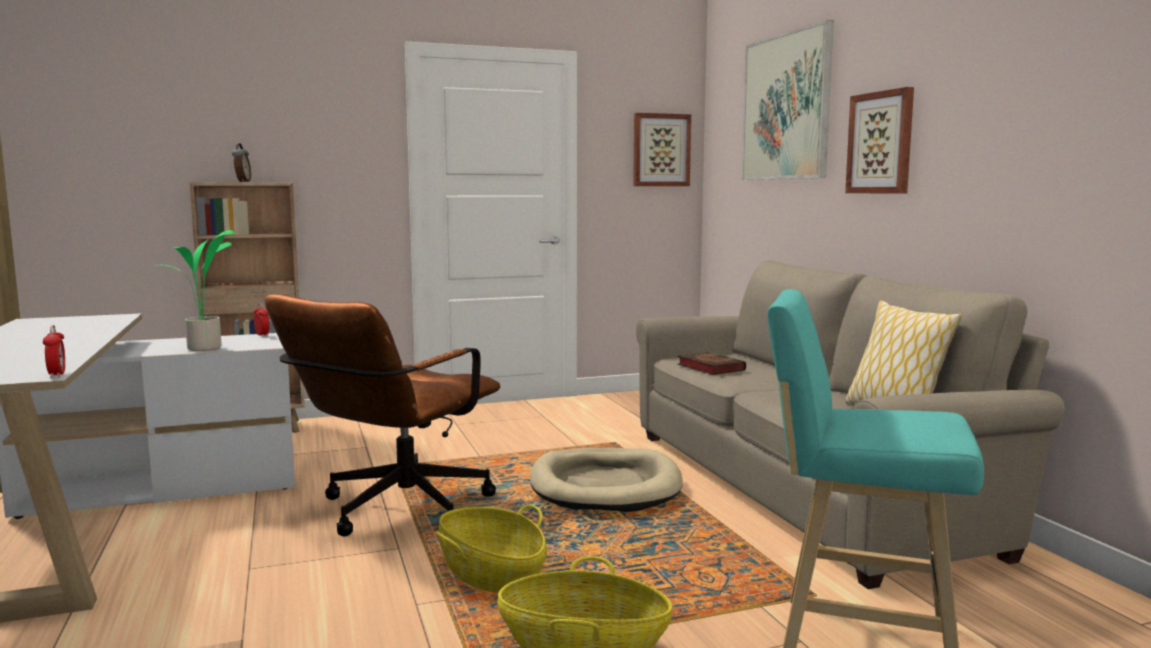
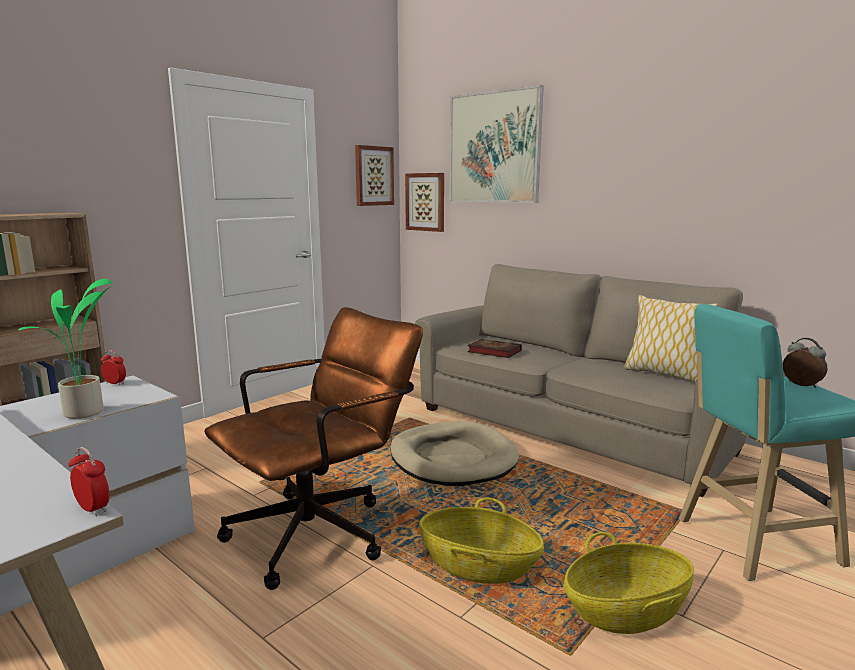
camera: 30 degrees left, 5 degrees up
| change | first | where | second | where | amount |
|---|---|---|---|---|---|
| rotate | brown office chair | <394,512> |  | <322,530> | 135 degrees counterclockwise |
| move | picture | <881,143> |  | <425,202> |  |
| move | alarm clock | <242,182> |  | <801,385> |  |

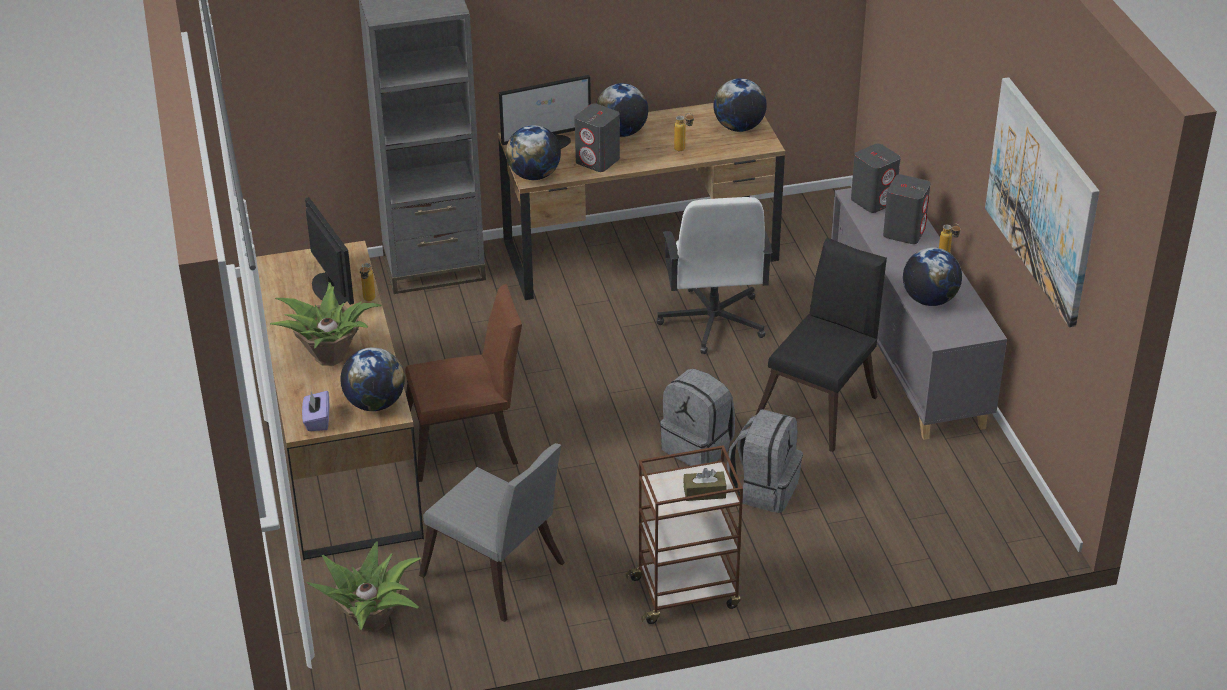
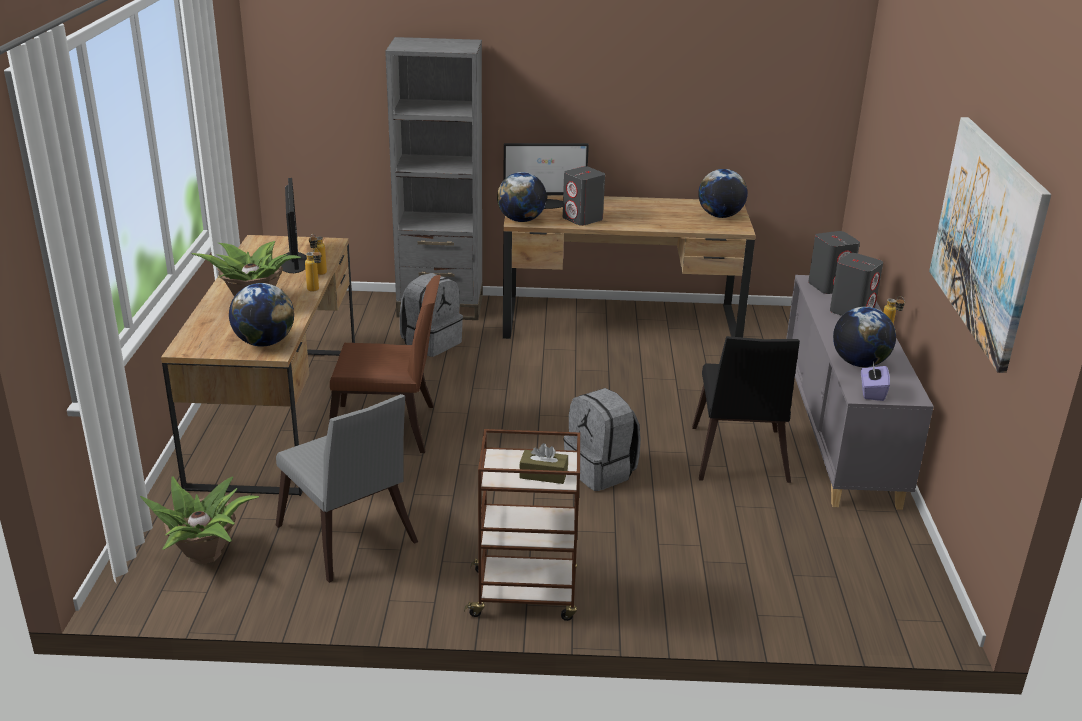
camera: 15 degrees right, 10 degrees down
| change | first | where | second | where | amount |
|---|---|---|---|---|---|
| move | bottle | <683,150> |  | <316,291> |  |
| move | grey backpack | <764,489> |  | <431,343> |  |
| rotate | black chair | <821,404> |  | <738,459> | 135 degrees clockwise |
| move | purple tissue box | <317,420> |  | <872,392> |  |
| delete | globe | <621,132> |  |  |  |
| delete | white office chair | <712,322> |  |  |  |

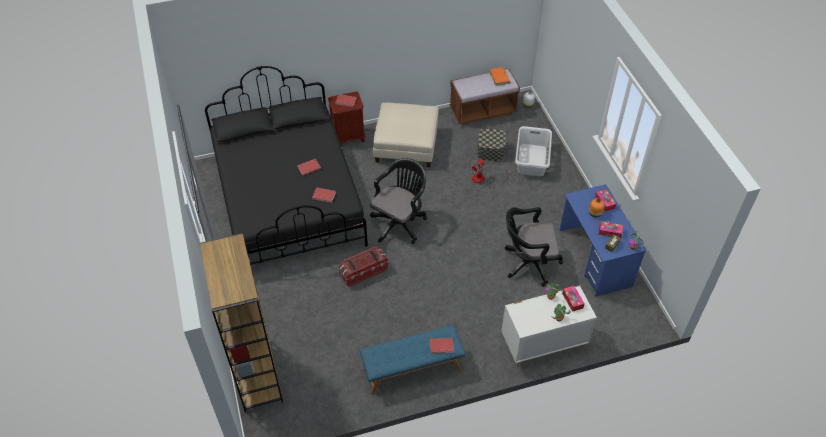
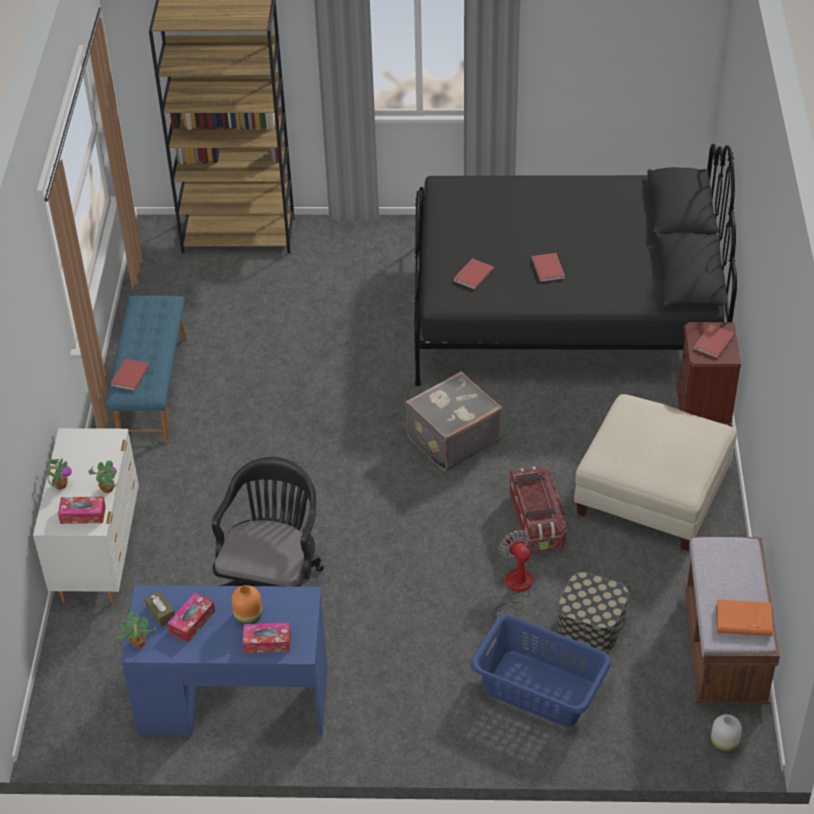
camera: 110 degrees right, 5 degrees down
| change | first | where | second | where | amount |
|---|---|---|---|---|---|
| replace | black office chair | <400,222> | grey suitcase | <451,439> |  |
| recolor | grey laundry basket | <532,160> | blue laundry basket | <539,689> |  |
| move | storage box | <363,272> |  | <536,522> |  |

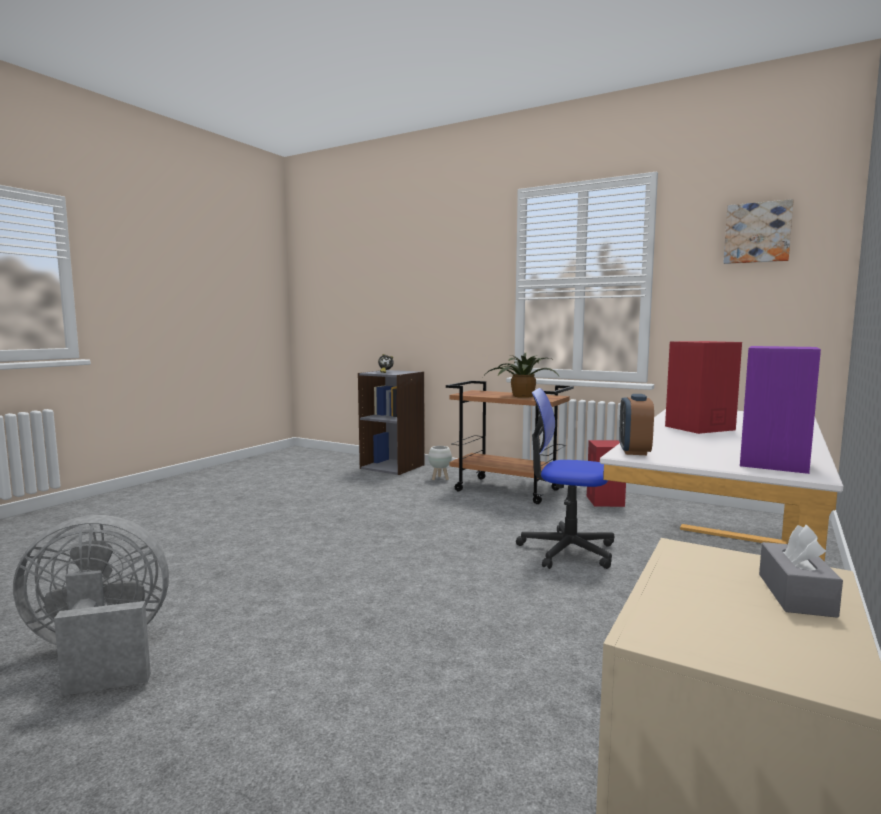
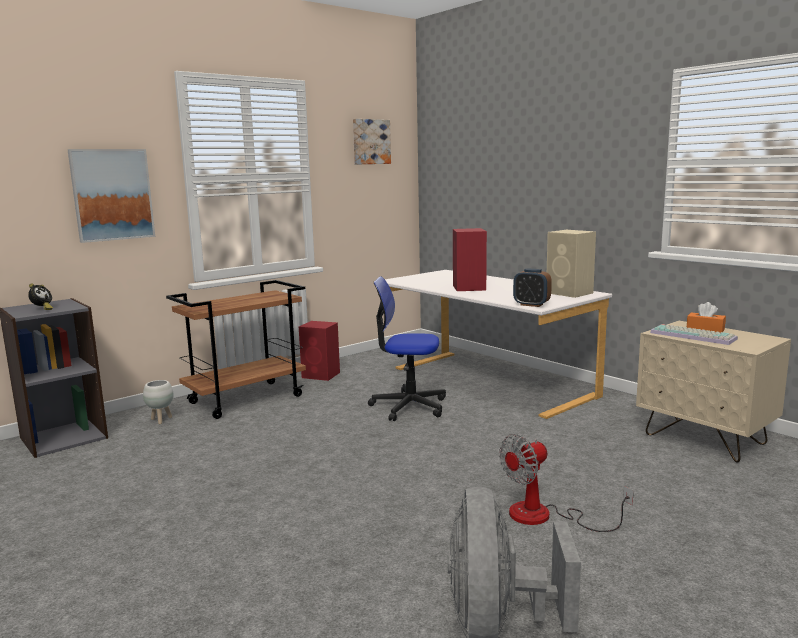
camera: 70 degrees left, 5 degrees up
| change | first | where | second | where | amount |
|---|---|---|---|---|---|
| insert |  |  | picture | <112,195> |  |
| rotate | office chair | <567,550> |  | <409,406> | 60 degrees clockwise |
| insert |  |  | fan | <545,516> |  |
| recolor | purple speaker | <773,463> | beige speaker | <570,293> |  |
| insert |  |  | keyboard | <694,336> |  |
| recolor | grey tissue box | <795,594> | orange tissue box | <705,329> |  |
| delete | potted plant | <521,396> |  |  |  |

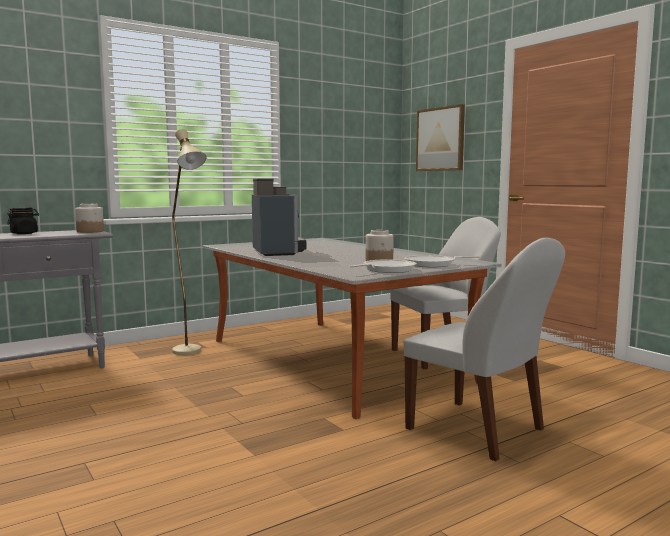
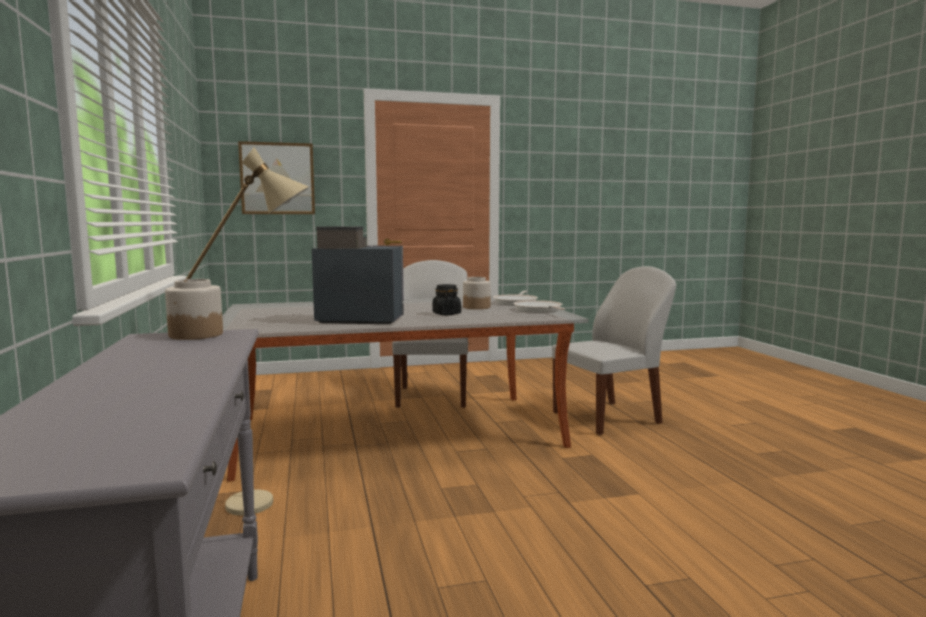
camera: 70 degrees left, 0 degrees up
| change | first | where | second | where | amount |
|---|---|---|---|---|---|
| move | black jar | <24,233> |  | <446,314> |  |

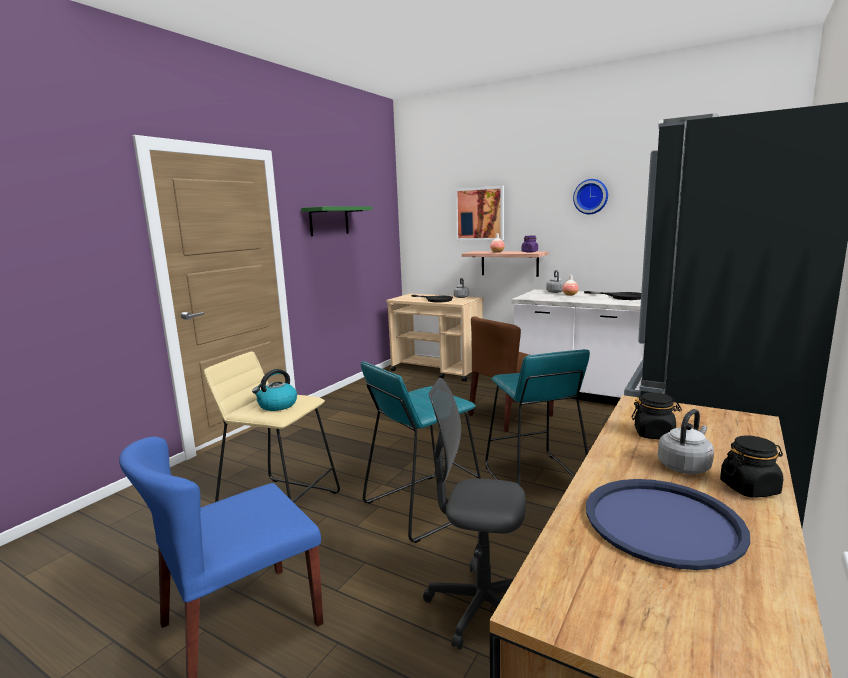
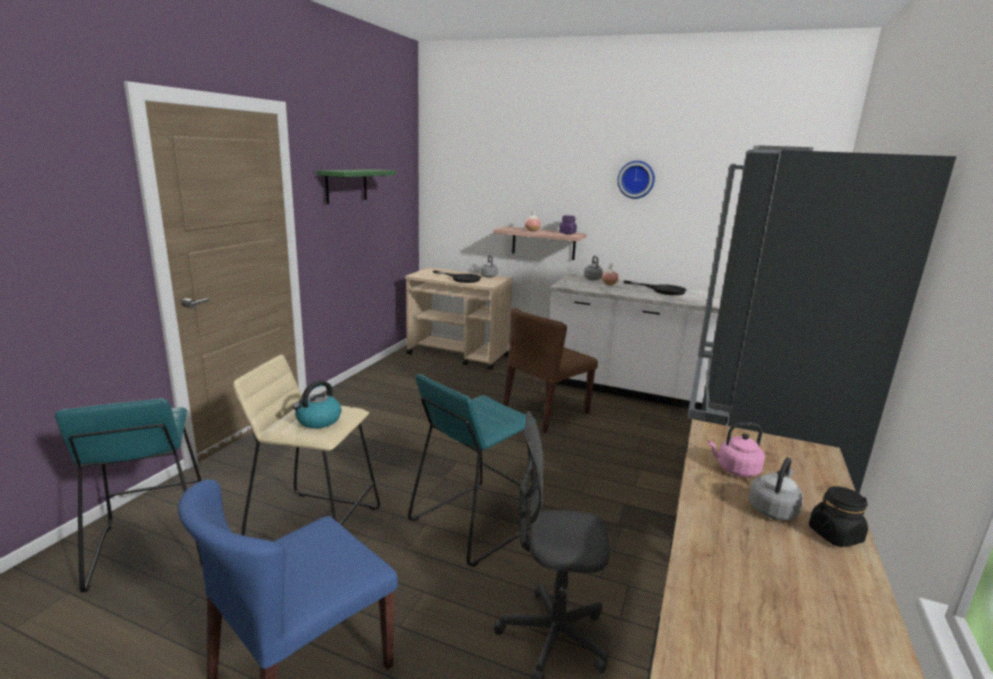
camera: 10 degrees left, 5 degrees up
| change | first | where | second | where | amount |
|---|---|---|---|---|---|
| move | turquoise stool | <534,478> |  | <152,546> |  |
| replace | black jar | <654,434> | pink kettle | <735,470> |  |
| delete | picture | <480,214> |  |  |  |
| delete | blue tray | <662,522> |  |  |  |

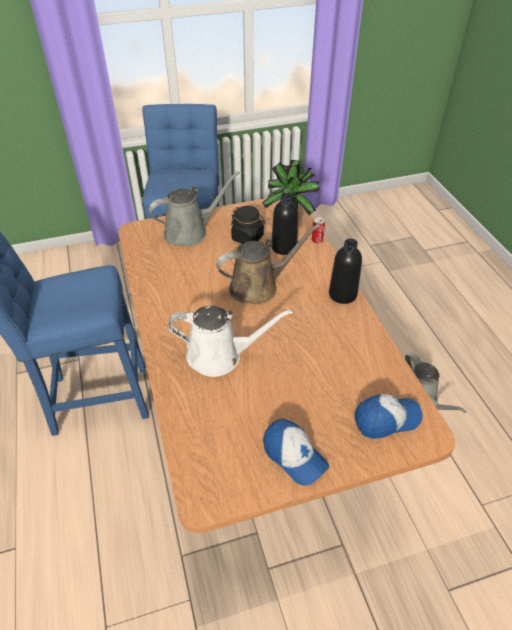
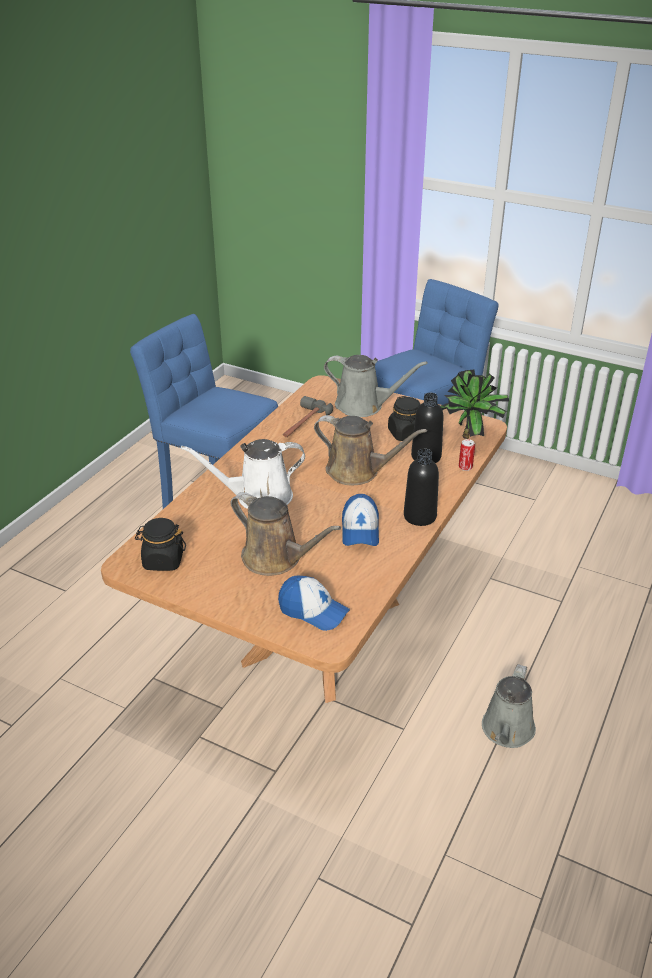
camera: 45 degrees right, 10 degrees down
| change | first | where | second | where | amount |
|---|---|---|---|---|---|
| insert |  |  | black jar | <163,561> |  |
| rotate | white watering can | <220,355> |  | <258,497> | 120 degrees clockwise |
| insert |  |  | brown watering can | <276,558> |  |
| insert |  |  | hammer | <302,423> |  |
| move | cap | <294,456> |  | <360,530> |  |

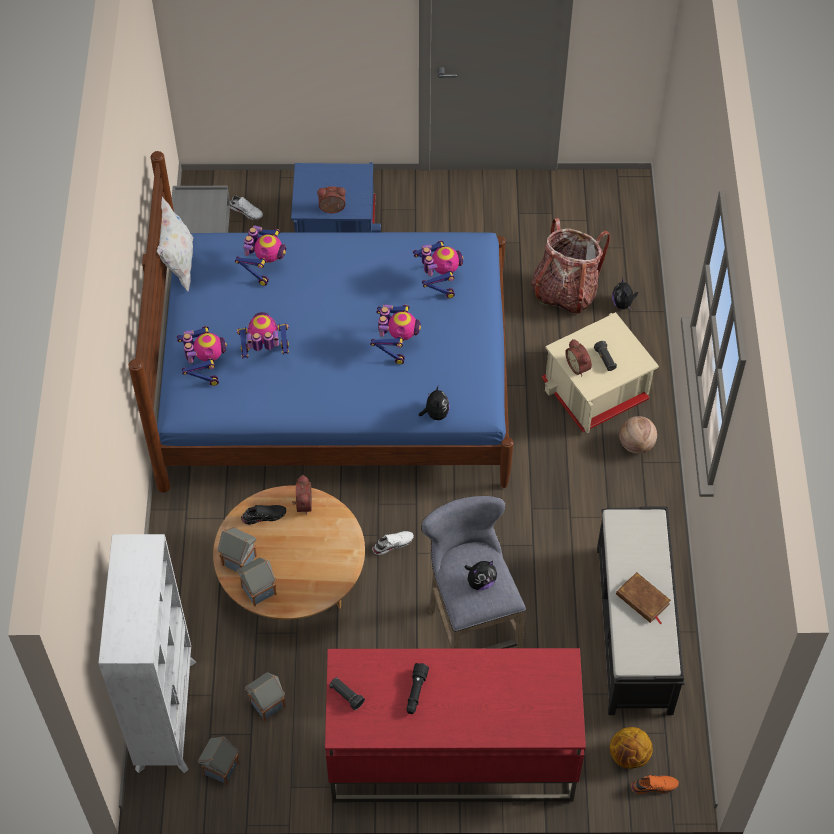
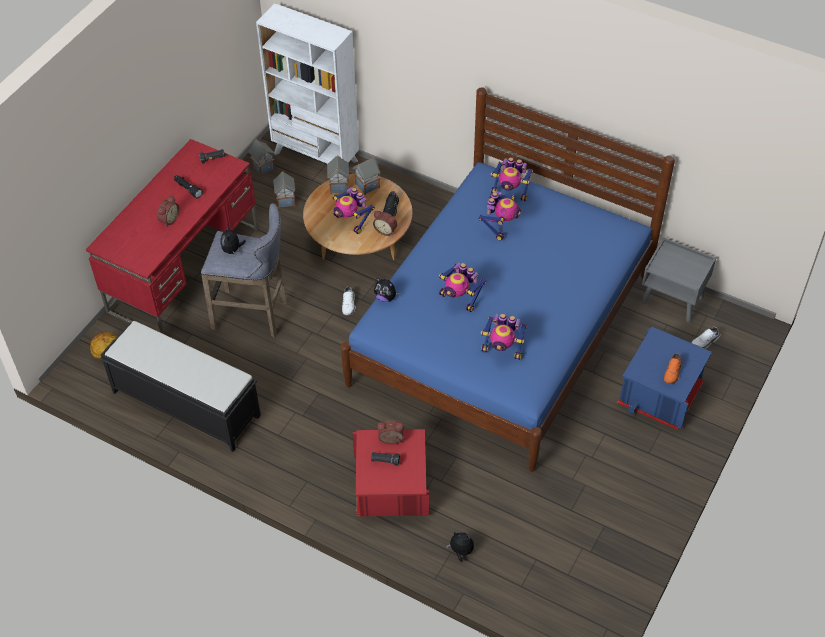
camera: 120 degrees right, 5 degrees down
| change | first | where | second | where | amount |
|---|---|---|---|---|---|
| move | alarm clock | <332,210> |  | <168,219> |  |
| move | toy robot | <264,267> |  | <351,221> |  |
| recolor | beige storage box | <597,389> | red storage box | <390,487> |  |
| move | orange shoe | <654,785> |  | <673,372> |  |
| delete | white pillow | <178,265> |  |  |  |
| delete | backpack | <565,291> |  |  |  |
| delete | brown book | <642,600> |  |  |  |
| delete | basketball | <636,445> |  |  |  |

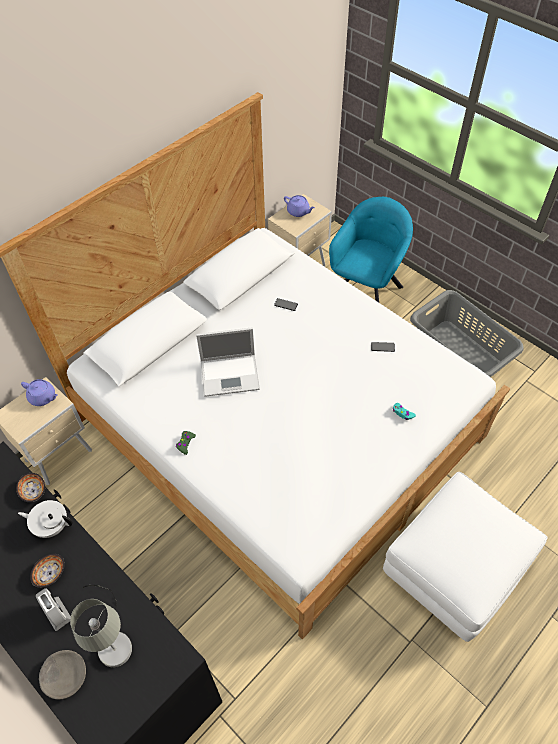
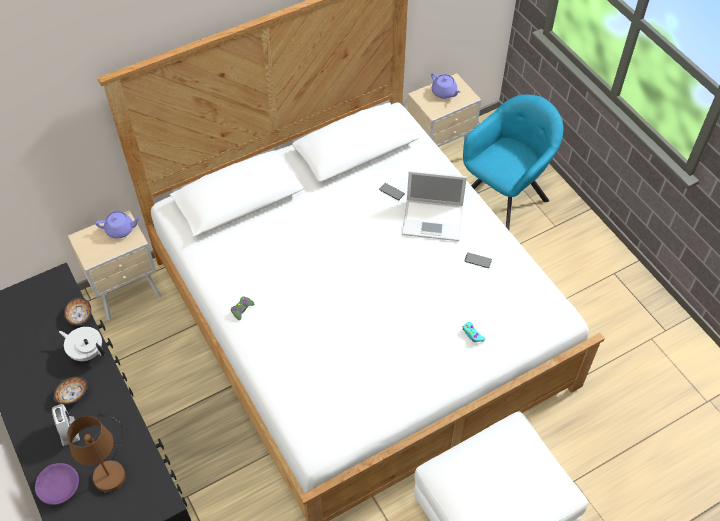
camera: 15 degrees right, 0 degrees up
| change | first | where | second | where | amount |
|---|---|---|---|---|---|
| recolor | grey bowl | <64,675> | purple bowl | <59,486> |  |
| recolor | grey table lamp | <113,639> | brown table lamp | <111,467> |  |
| rotate | purple teapot | <43,397> |  | <121,230> | 45 degrees counterclockwise |
| move | laptop | <231,374> |  | <434,220> |  |
| delete | grey laundry basket | <458,353> |  |  |  |

